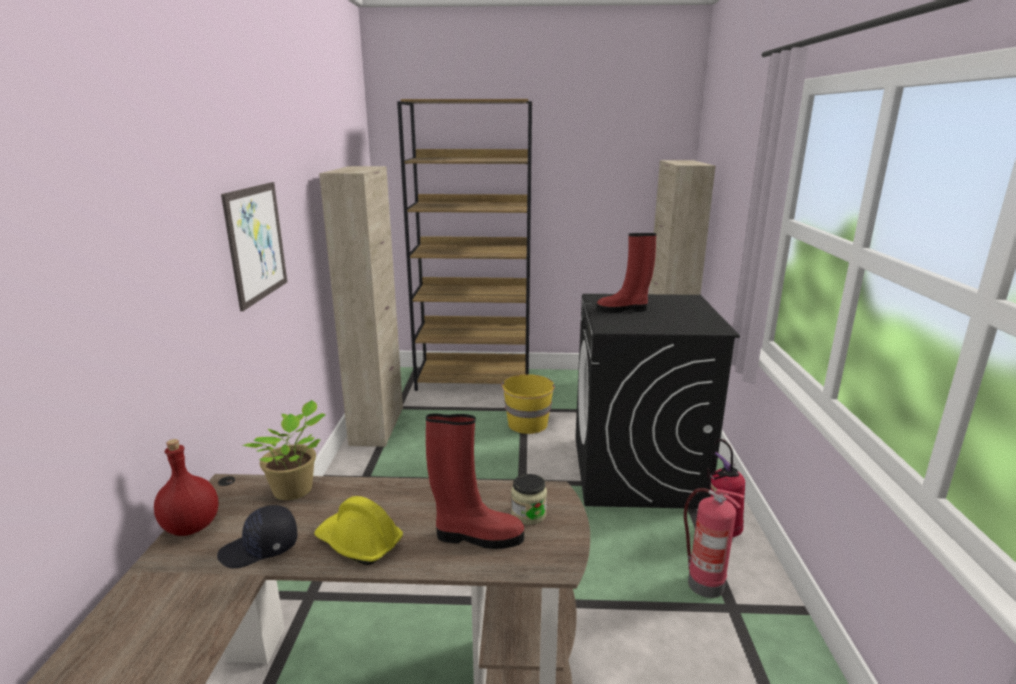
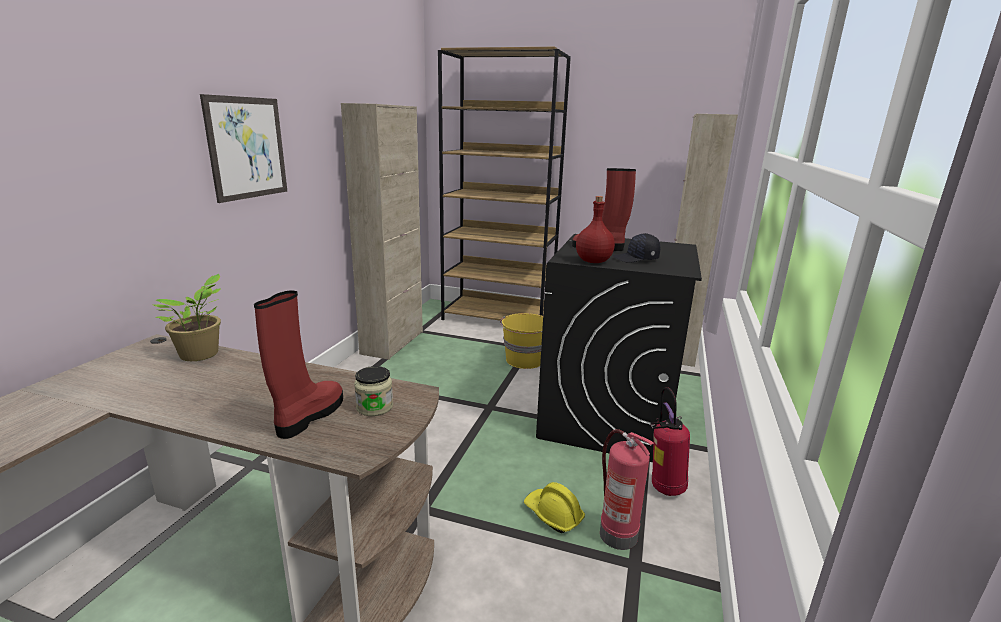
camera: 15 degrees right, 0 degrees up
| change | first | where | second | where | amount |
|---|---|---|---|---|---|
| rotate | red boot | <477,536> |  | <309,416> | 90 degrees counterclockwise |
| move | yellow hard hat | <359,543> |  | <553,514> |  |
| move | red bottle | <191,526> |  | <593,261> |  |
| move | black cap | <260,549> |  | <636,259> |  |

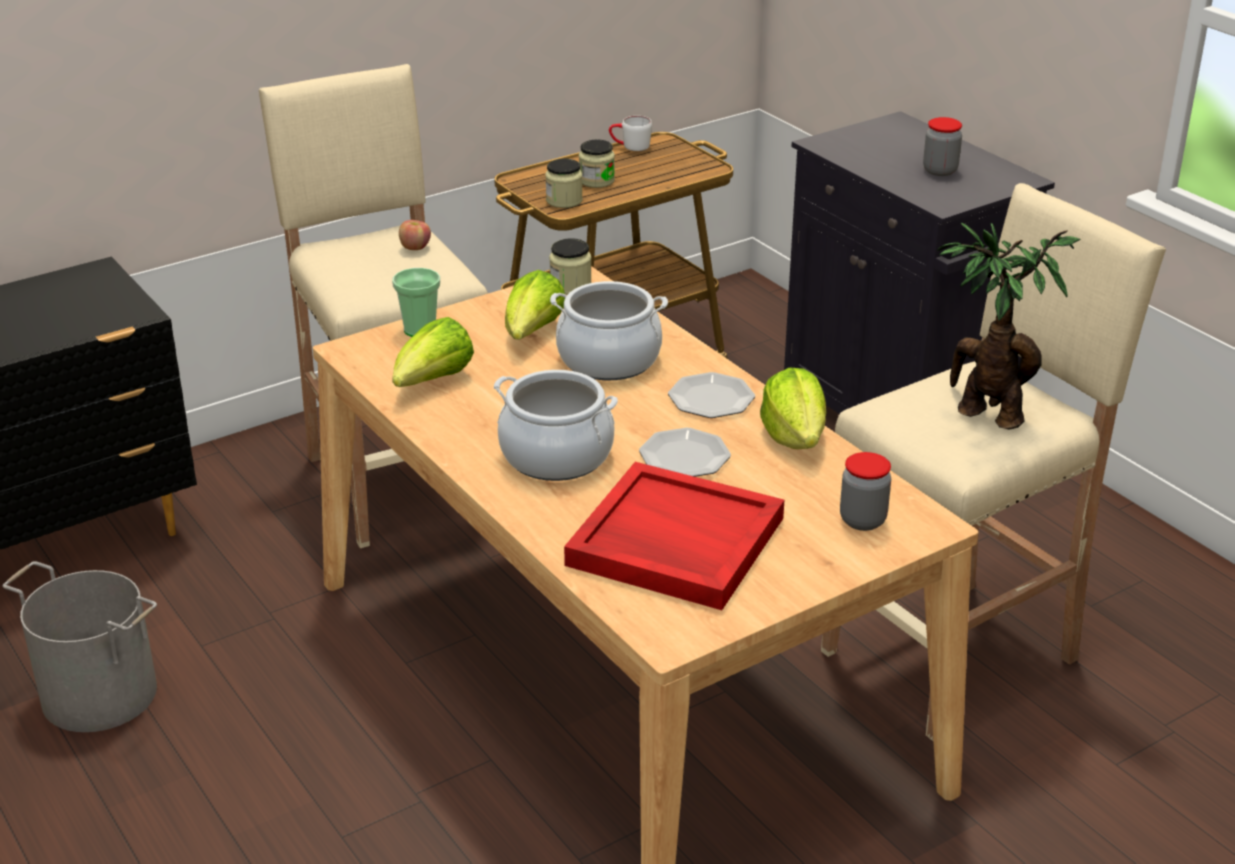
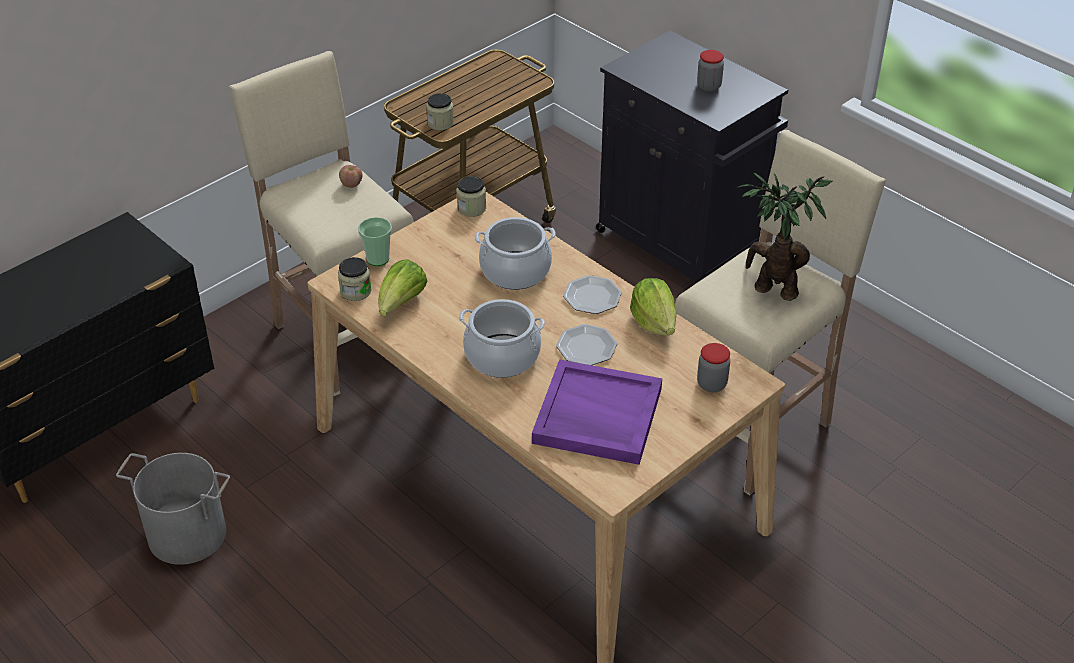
camera: 10 degrees left, 10 degrees up
| change | first | where | second | where | amount |
|---|---|---|---|---|---|
| move | jar | <596,181> |  | <355,291> |  |
| recolor | red tray | <673,542> | purple tray | <596,416> |  |
| delete | lettuce | <532,333> |  |  |  |
| delete | white mug | <630,146> |  |  |  |

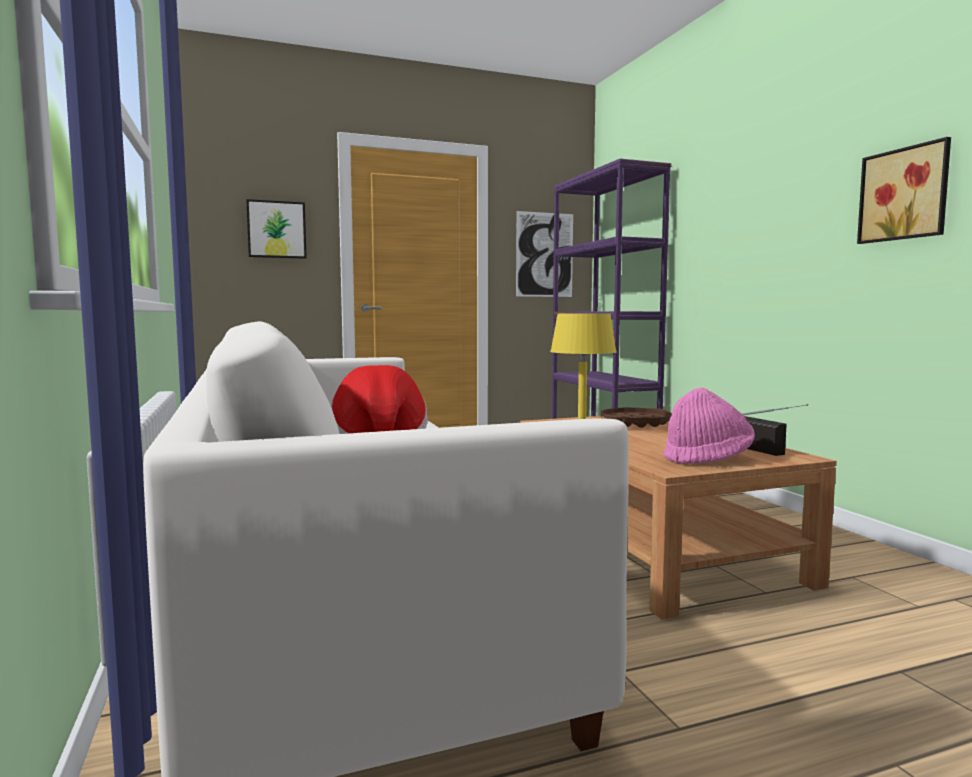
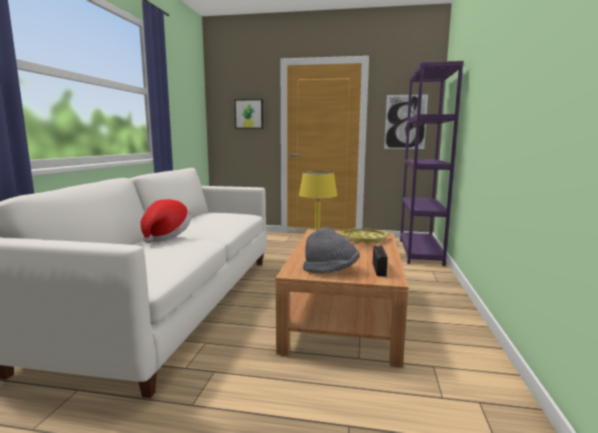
camera: 30 degrees right, 5 degrees up
| change | first | where | second | where | amount |
|---|---|---|---|---|---|
| recolor | pink hat | <707,459> | grey hat | <331,270> |  |
| recolor | brown tray | <635,423> | yellow tray | <364,239> |  |
| delete | picture | <905,194> |  |  |  |

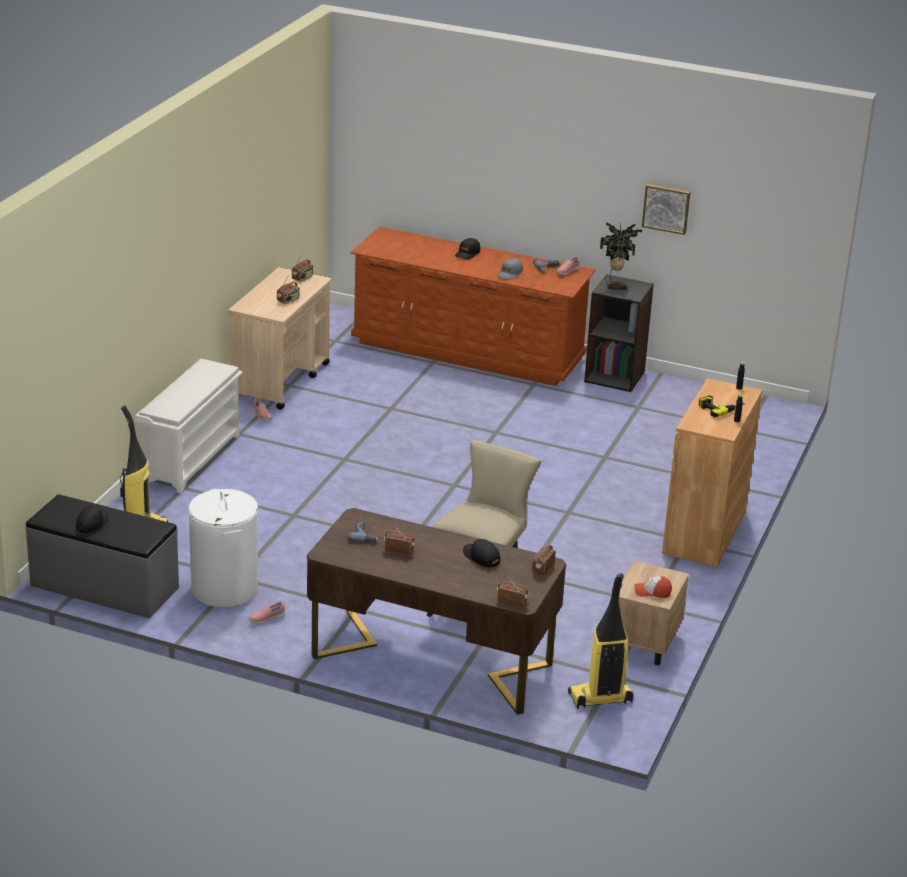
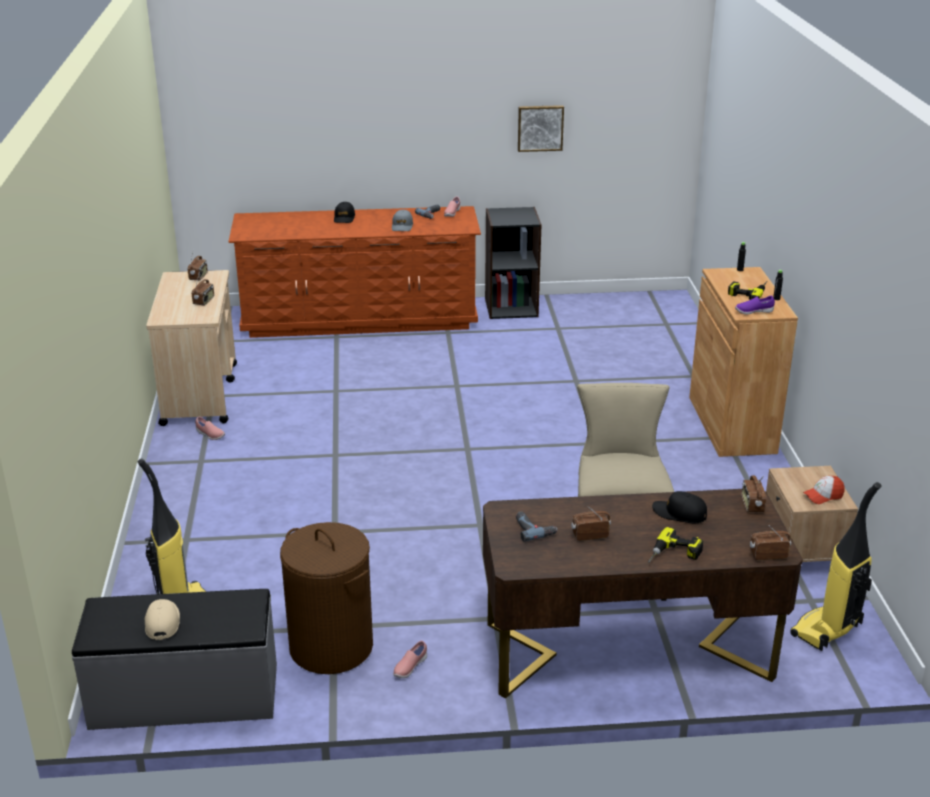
camera: 25 degrees left, 0 degrees up
| change | first | where | second | where | amount |
|---|---|---|---|---|---|
| recolor | black cap | <92,523> | beige cap | <162,622> |  |
| recolor | white laundry basket | <225,589> | brown laundry basket | <331,647> |  |
| insert |  |  | power drill | <674,555> |  |
| insert |  |  | purple shoe | <753,312> |  |
| delete | white shoe rack | <191,458> |  |  |  |
| delete | potted plant | <616,287> |  |  |  |

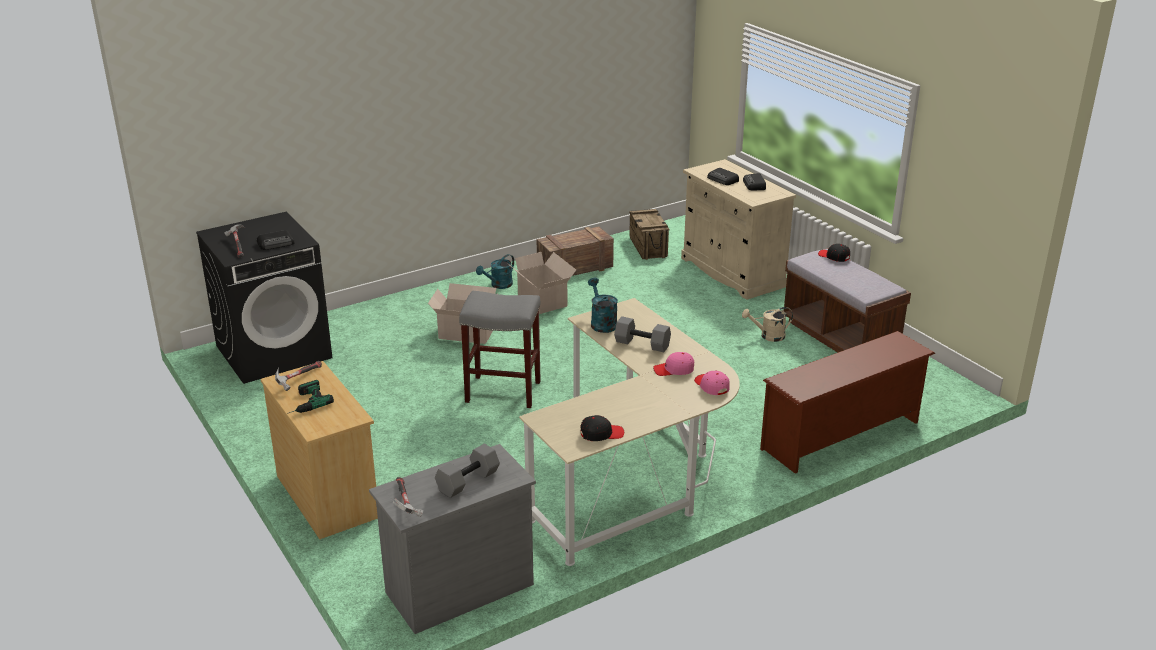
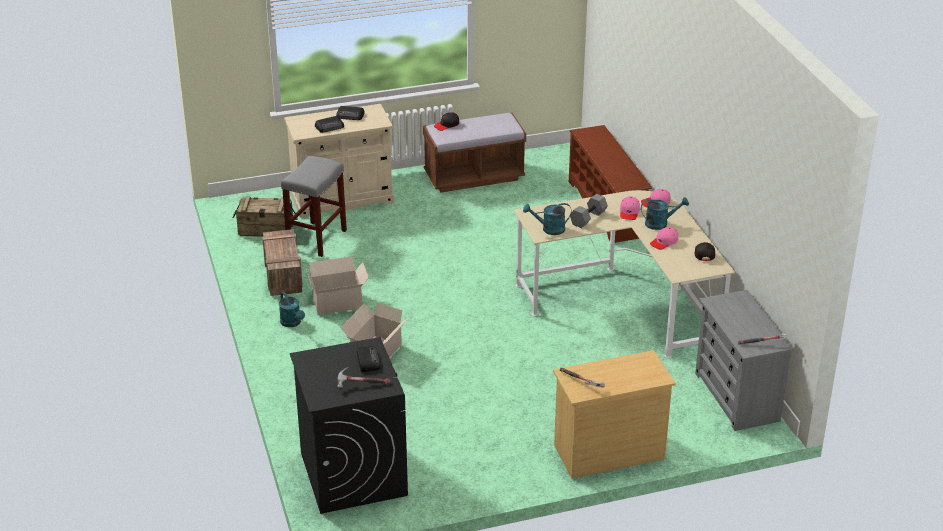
camera: 75 degrees left, 5 degrees up
| change | first | where | second | where | amount |
|---|---|---|---|---|---|
| move | grey stool | <504,391> |  | <316,238> |  |
| insert |  |  | turquoise watering can | <660,223> |  |
| insert |  |  | pink cap | <664,242> |  |
| delete | power drill | <304,403> |  |  |  |
| delete | grey dumbbell | <468,482> |  |  |  |
| delete | beige watering can | <768,336> |  |  |  |

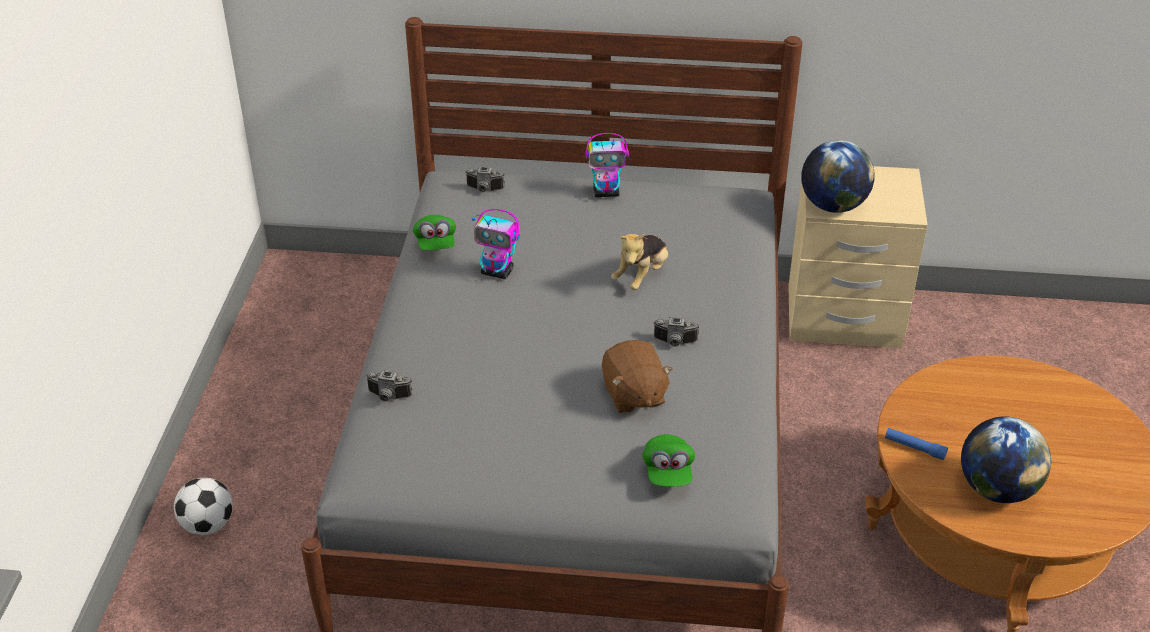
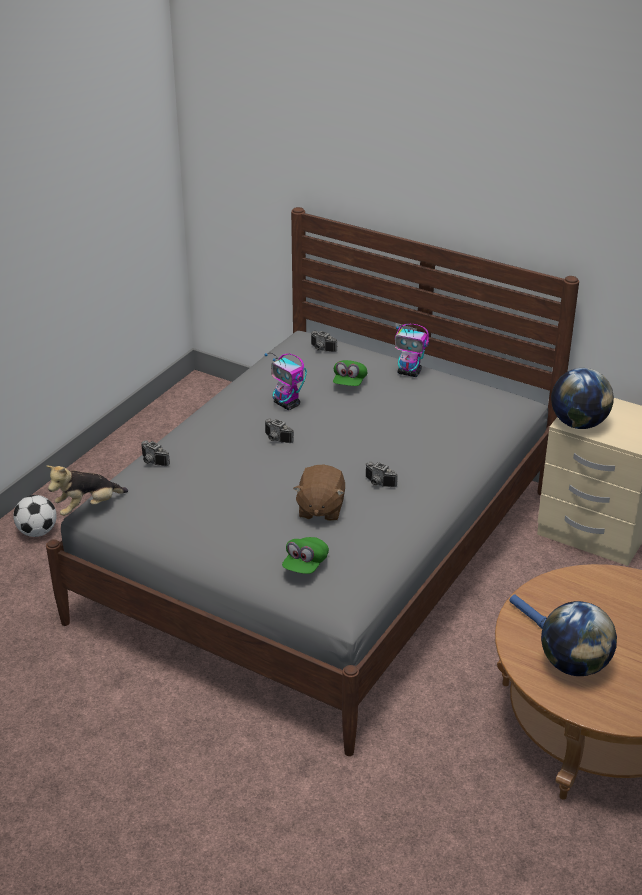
camera: 25 degrees right, 5 degrees down
| change | first | where | second | where | amount |
|---|---|---|---|---|---|
| move | plush toy | <642,275> |  | <88,507> |  |
| insert |  |  | photo camera | <276,440> |  |
| move | green cap | <435,243> |  | <349,383> |  |

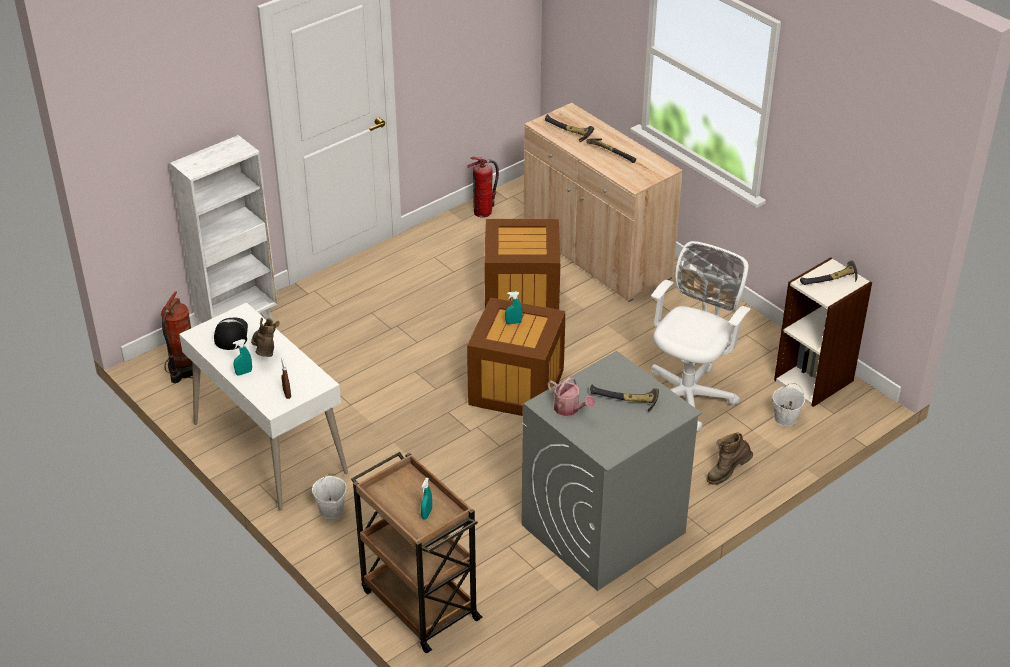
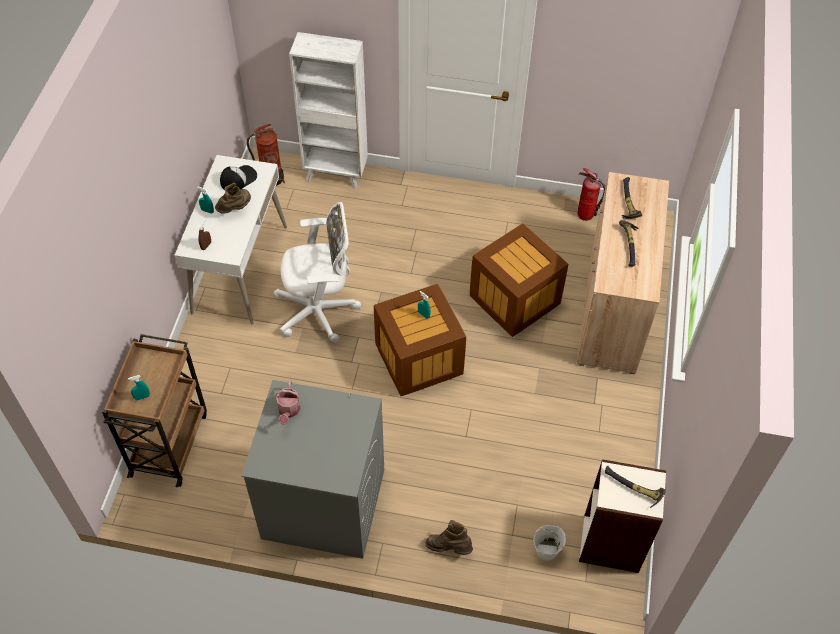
camera: 50 degrees right, 15 degrees up
| change | first | where | second | where | amount |
|---|---|---|---|---|---|
| move | white office chair | <688,395> |  | <320,311> |  |
| delete | white bucket | <331,510> |  |  |  |
| delete | hammer | <625,401> |  |  |  |

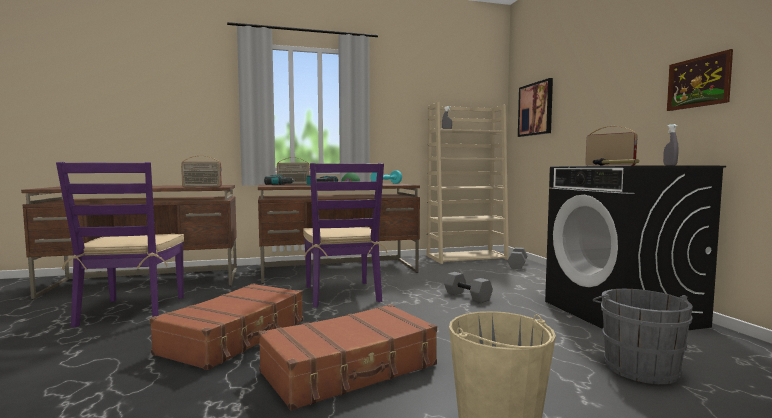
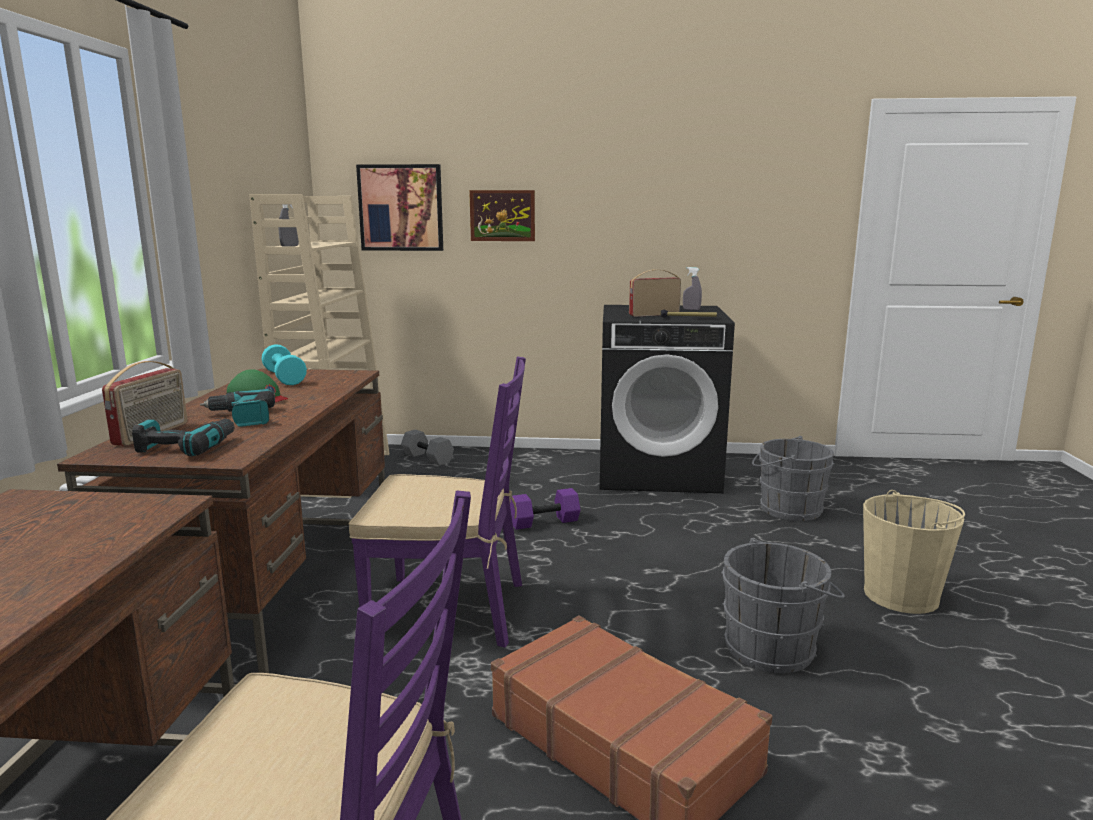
camera: 70 degrees left, 10 degrees up
| change | first | where | second | where | amount |
|---|---|---|---|---|---|
| move | picture | <698,82> |  | <502,215> |  |
| recolor | grey dumbbell | <468,296> | purple dumbbell | <544,521> |  |
| replace | brown suitcase | <351,369> | grey bucket | <775,648> |  |
| delete | radio | <202,186> |  |  |  |

